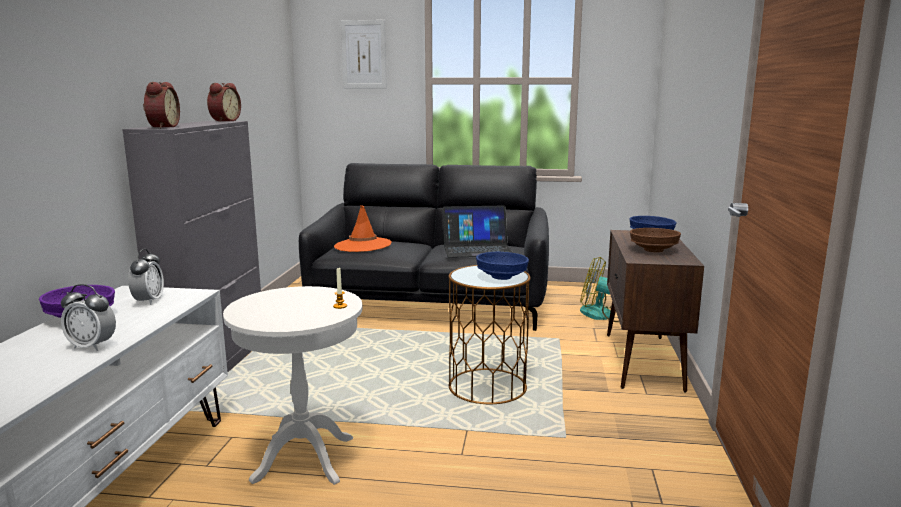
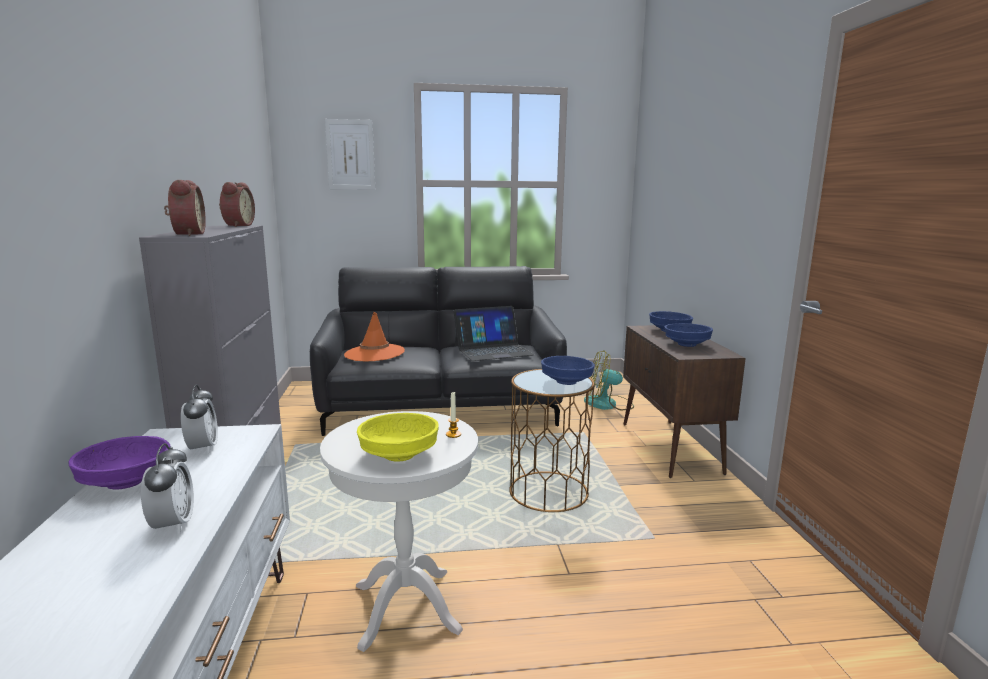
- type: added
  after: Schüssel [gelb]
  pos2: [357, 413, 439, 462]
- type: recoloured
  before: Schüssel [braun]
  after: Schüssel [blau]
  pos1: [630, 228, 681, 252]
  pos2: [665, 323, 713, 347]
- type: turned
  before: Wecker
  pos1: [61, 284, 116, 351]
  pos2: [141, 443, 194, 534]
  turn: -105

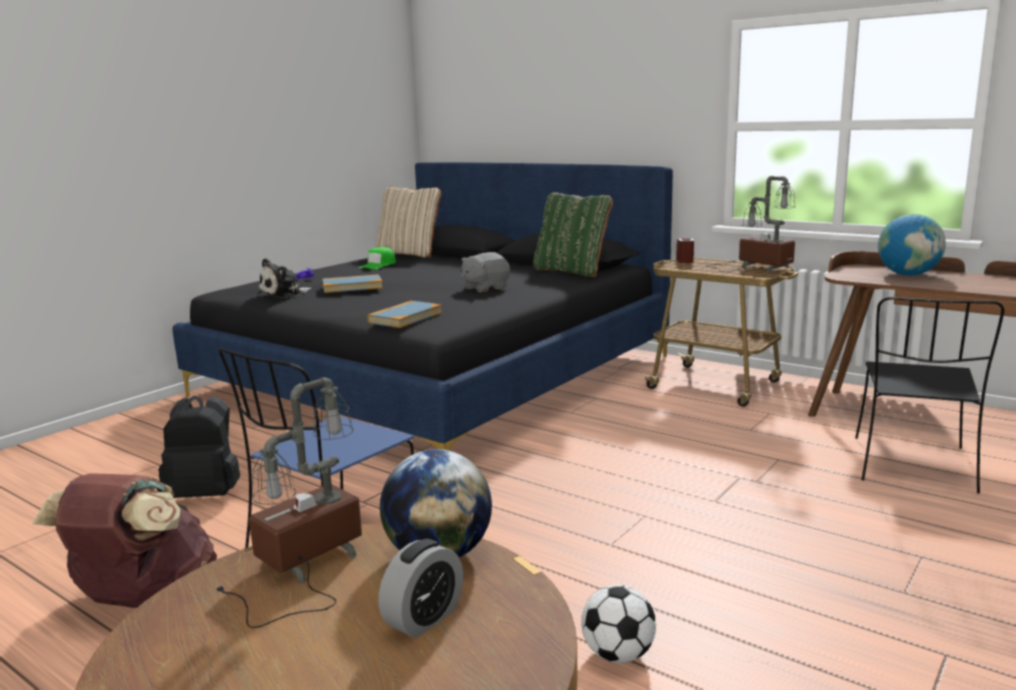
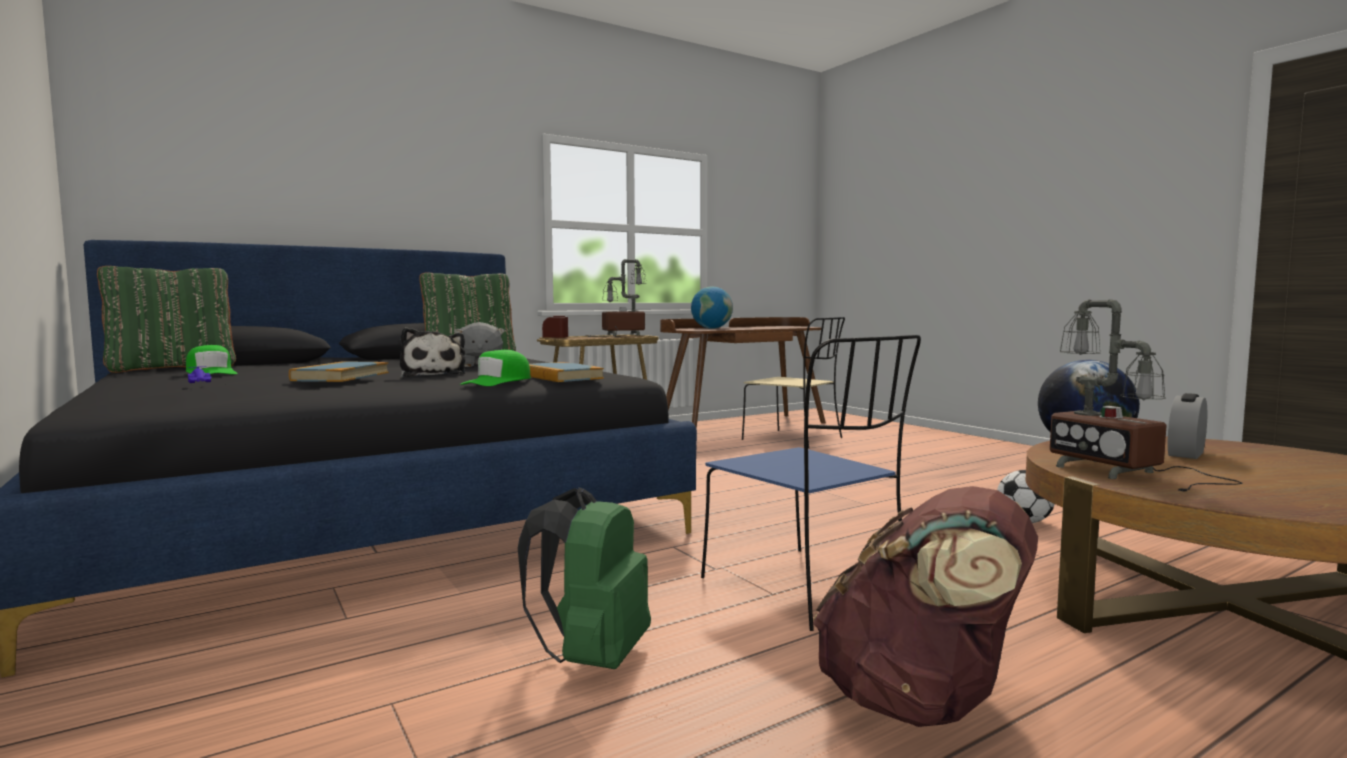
- type: added
  after: Kappe [grün]
  pos2: [460, 350, 531, 386]
- type: moved
  before: Plüschtier
  pos1: [258, 258, 311, 298]
  pos2: [400, 327, 466, 377]
- type: recoloured
  before: Rucksack [schwarz]
  after: Rucksack [grün]
  pos1: [158, 396, 240, 498]
  pos2: [518, 488, 651, 669]
- type: recoloured
  before: Kissen [beige]
  after: Kissen [grün]
  pos1: [375, 186, 441, 258]
  pos2: [97, 266, 236, 373]
- type: recoloured
  before: Stuhl [schwarz]
  after: Stuhl [beige]
  pos1: [855, 297, 1004, 493]
  pos2: [742, 317, 845, 448]
- type: turned
  before: Wecker
  pos1: [379, 539, 463, 638]
  pos2: [1168, 393, 1207, 459]
  turn: -105

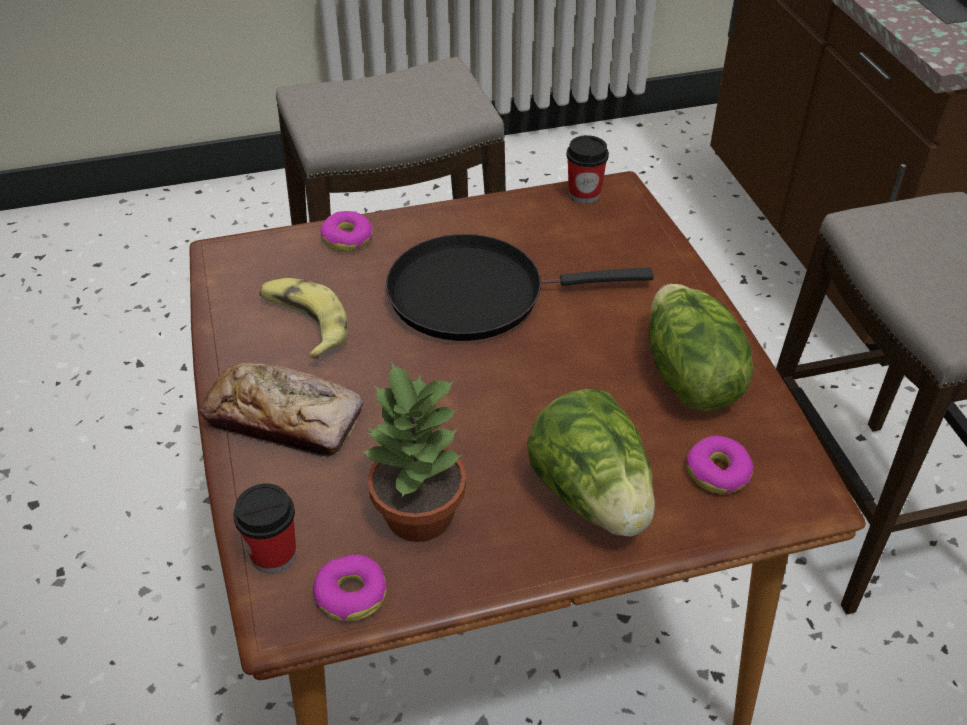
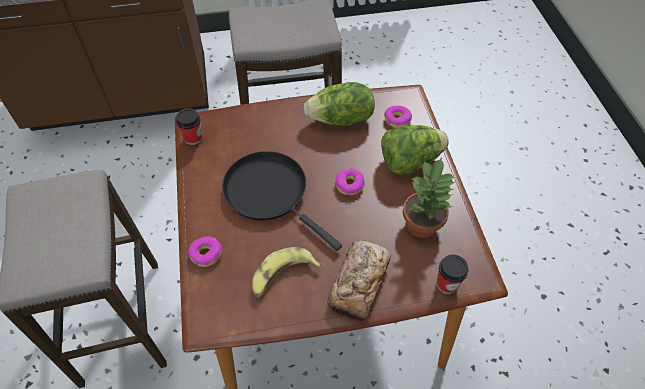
- type: moved
  before: Donut
  pos1: [313, 554, 387, 621]
  pos2: [335, 168, 365, 195]
- type: turned
  before: Pfanne [schwarz]
  pos1: [386, 234, 654, 341]
  pos2: [222, 151, 342, 251]
  turn: 135

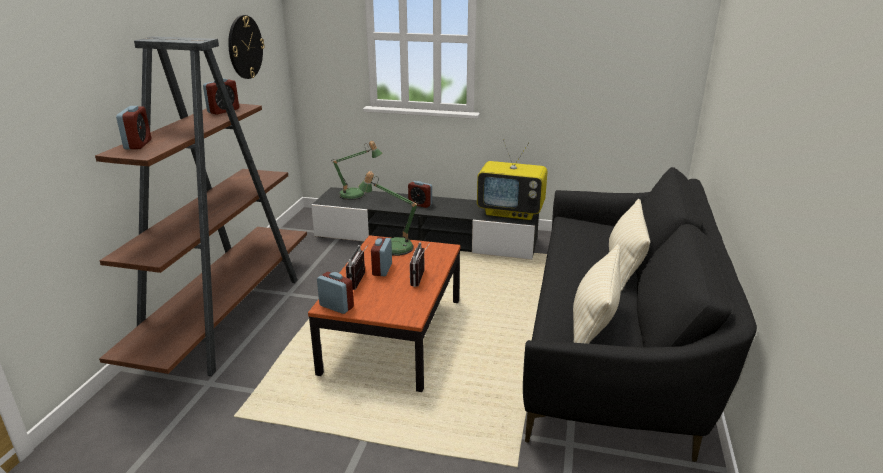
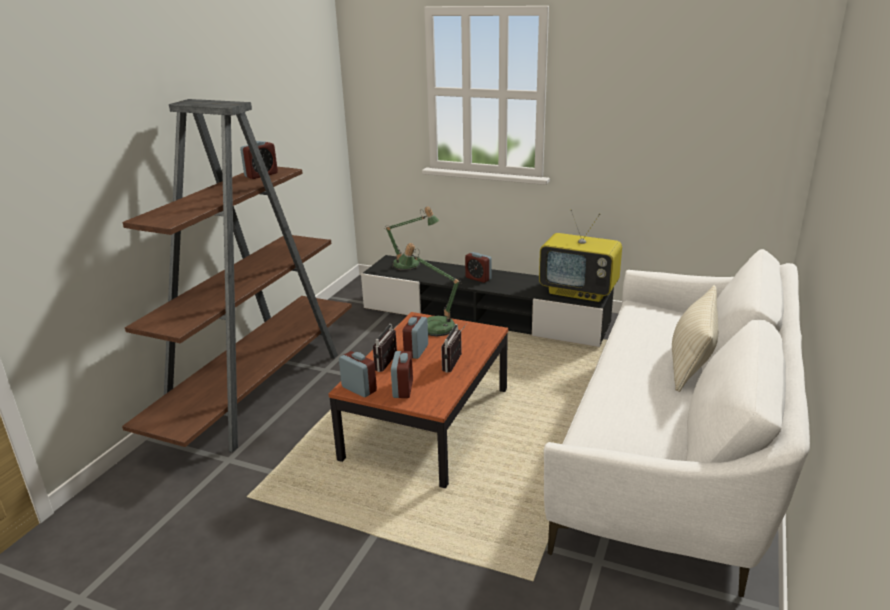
- type: removed
  before: Wanduhr
  pos1: [228, 15, 265, 79]
- type: removed
  before: Kissen [beige]
  pos1: [573, 244, 621, 344]
- type: moved
  before: Wecker
  pos1: [116, 106, 151, 149]
  pos2: [391, 351, 413, 398]
- type: recoloured
  before: Sofa [schwarz]
  after: Sofa [weiß]
  pos1: [523, 167, 757, 462]
  pos2: [544, 249, 810, 597]

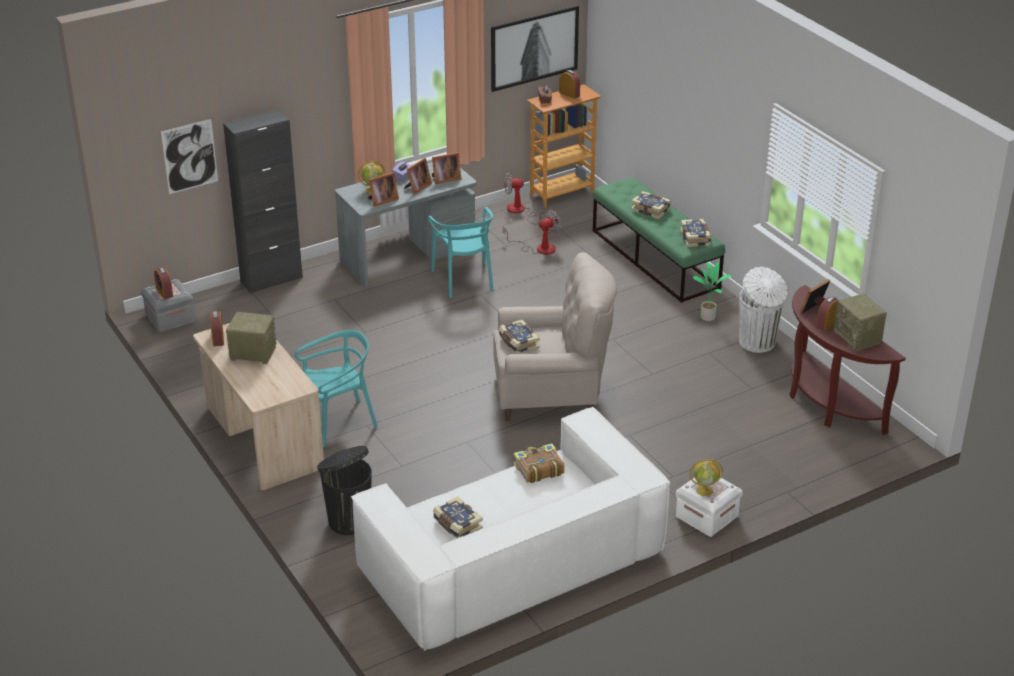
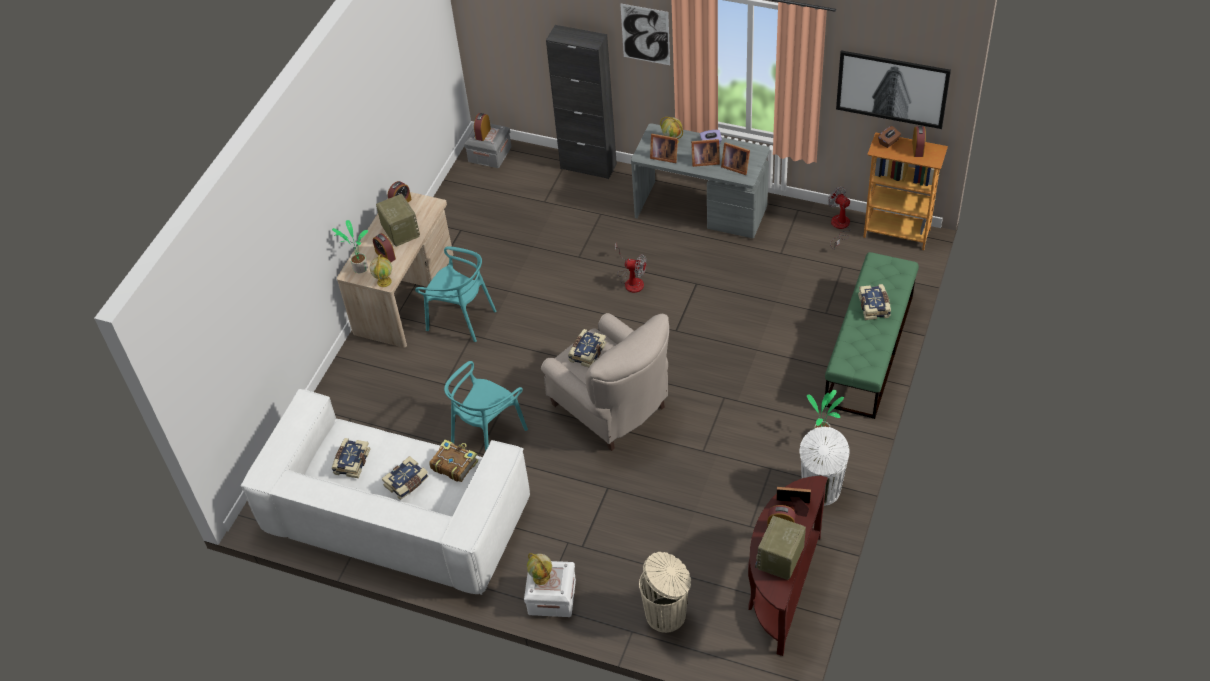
- type: removed
  before: Mülleimer [schwarz]
  pos1: [317, 446, 372, 535]
- type: added
  after: Topfpflanze
  pos2: [332, 220, 368, 273]
- type: added
  after: Globus
  pos2: [370, 254, 392, 287]
- type: added
  after: Wecker
  pos2: [373, 233, 396, 262]
- type: added
  after: Mülleimer [beige]
  pos2: [639, 552, 691, 633]
- type: moved
  before: Bild
  pos1: [161, 119, 218, 194]
  pos2: [620, 3, 670, 65]
- type: moved
  before: Stuhl [türkis]
  pos1: [428, 207, 494, 298]
  pos2: [444, 361, 528, 452]
- type: moved
  before: Ventilator
  pos1: [503, 210, 561, 255]
  pos2: [615, 244, 647, 293]
- type: moved
  before: Buch
  pos1: [680, 219, 711, 247]
  pos2: [382, 456, 429, 500]

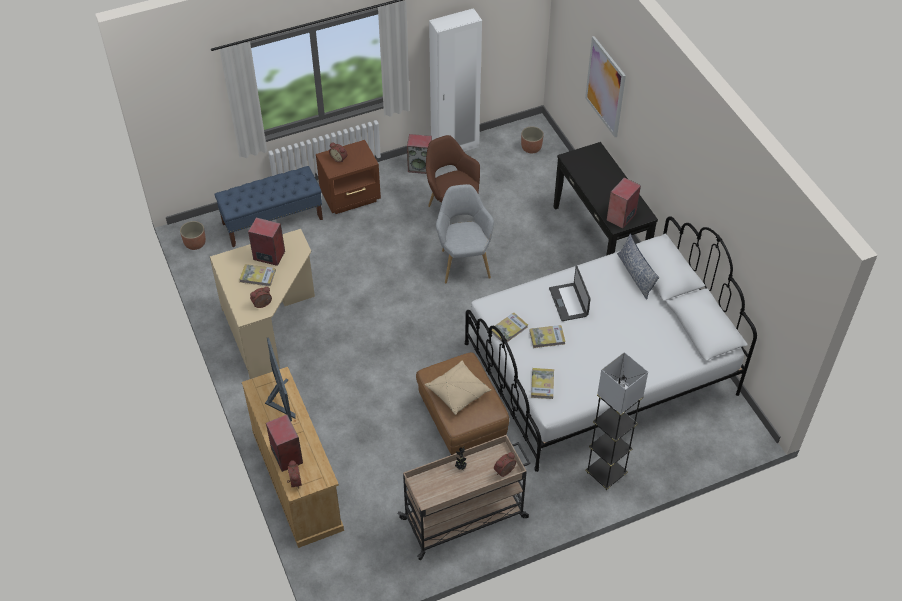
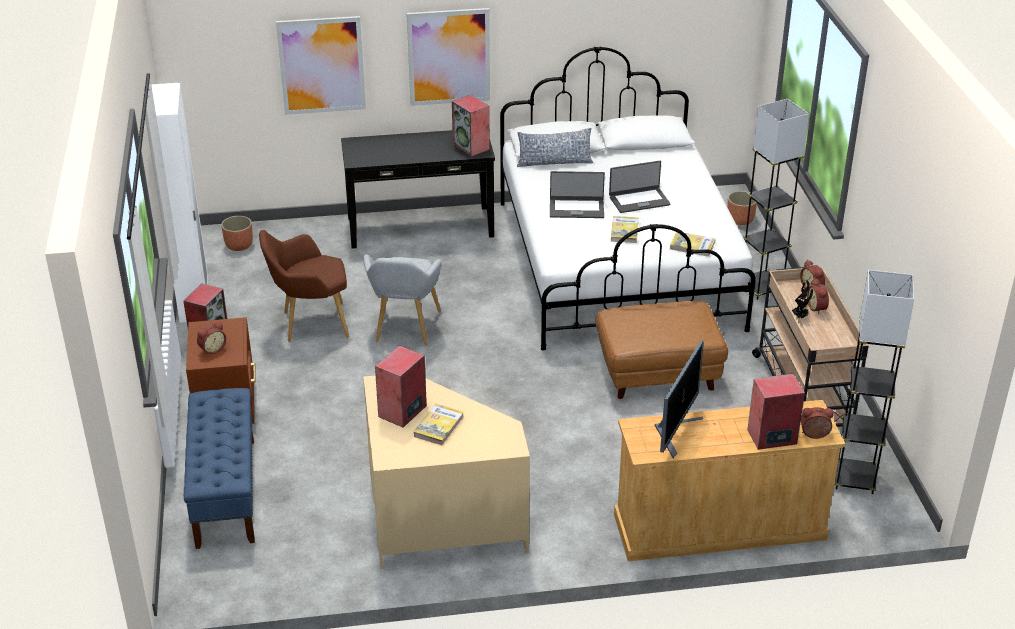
- type: removed
  before: Kissen [beige]
  pos1: [425, 360, 491, 415]
- type: removed
  before: Buch
  pos1: [492, 312, 528, 343]
- type: added
  after: Bild
  pos2: [407, 8, 490, 106]
- type: added
  after: Laptop
  pos2: [609, 161, 671, 213]
- type: added
  after: Stehlampe [grau]
  pos2: [834, 270, 914, 494]
- type: moved
  before: Pflanzkübel
  pos1: [180, 221, 206, 250]
  pos2: [727, 191, 757, 225]
- type: moved
  before: Wecker
  pos1: [250, 287, 272, 308]
  pos2: [807, 278, 829, 314]
- type: turned
  before: Monitor
  pos1: [265, 337, 295, 421]
  pos2: [655, 340, 704, 458]
  turn: 120
- type: turned
  before: Sessel [grau]
  pos1: [436, 184, 494, 284]
  pos2: [363, 254, 442, 346]
  turn: -90

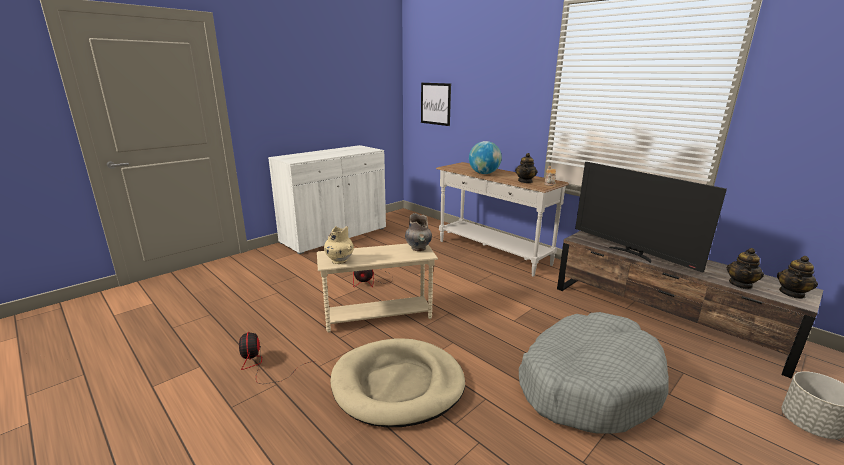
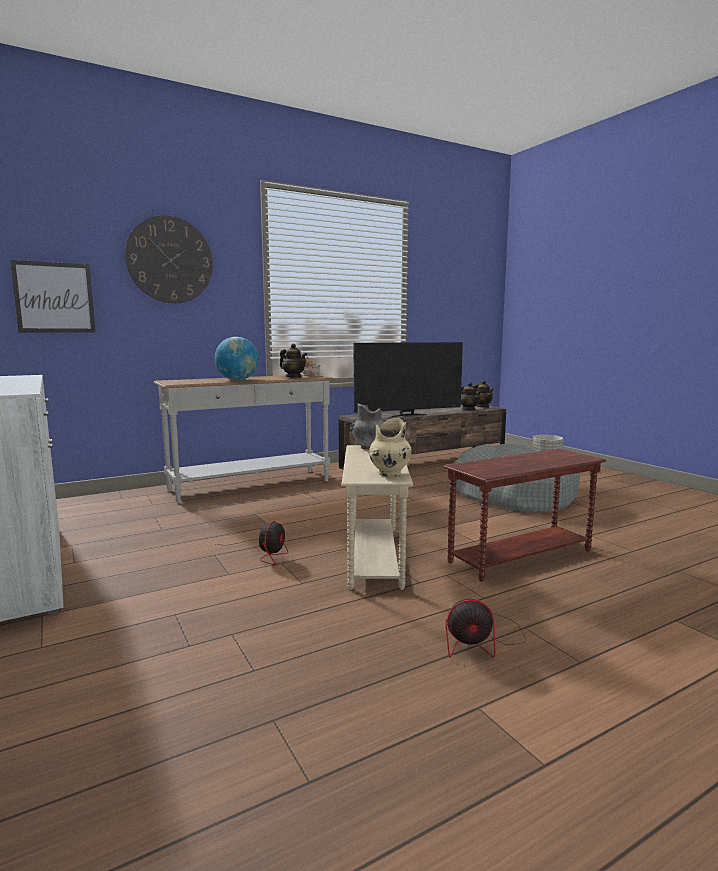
- type: added
  after: Wanduhr
  pos2: [125, 215, 213, 303]
- type: replaced
  before: Hundebett [beige]
  after: Beistelltisch [braun]
  pos1: [331, 338, 465, 427]
  pos2: [443, 449, 606, 582]

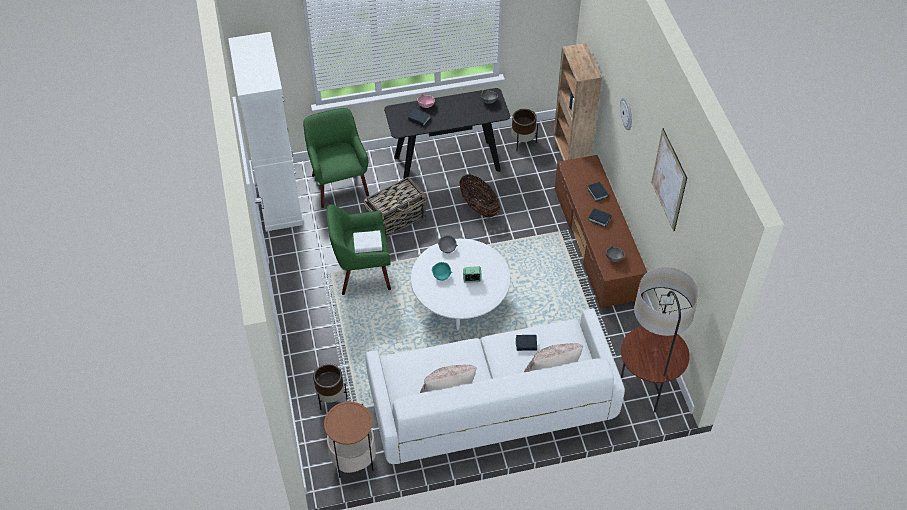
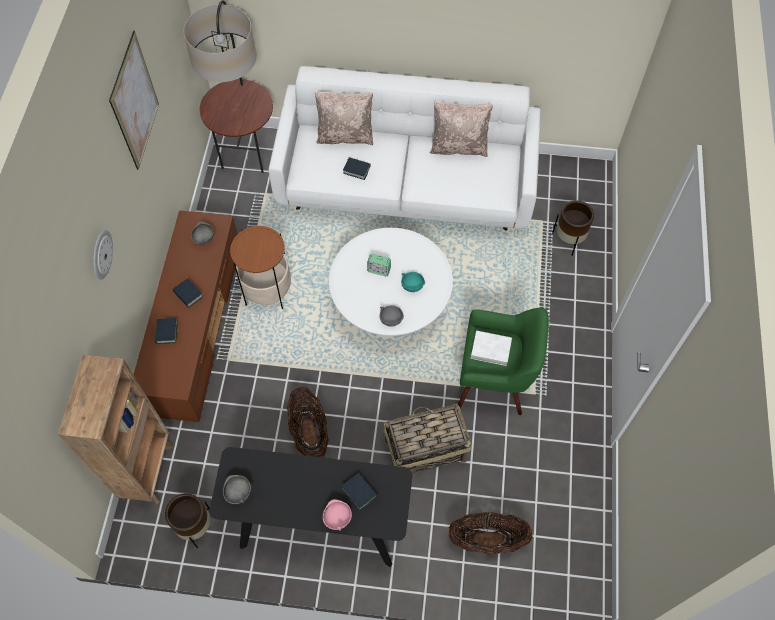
- type: removed
  before: Schrank [weiß]
  pos1: [228, 32, 303, 231]
- type: moved
  before: Beistelltisch
  pos1: [324, 402, 376, 478]
  pos2: [230, 226, 291, 309]
- type: replaced
  before: Sessel [grün]
  after: Korb
  pos1: [303, 108, 369, 208]
  pos2: [448, 512, 533, 555]

